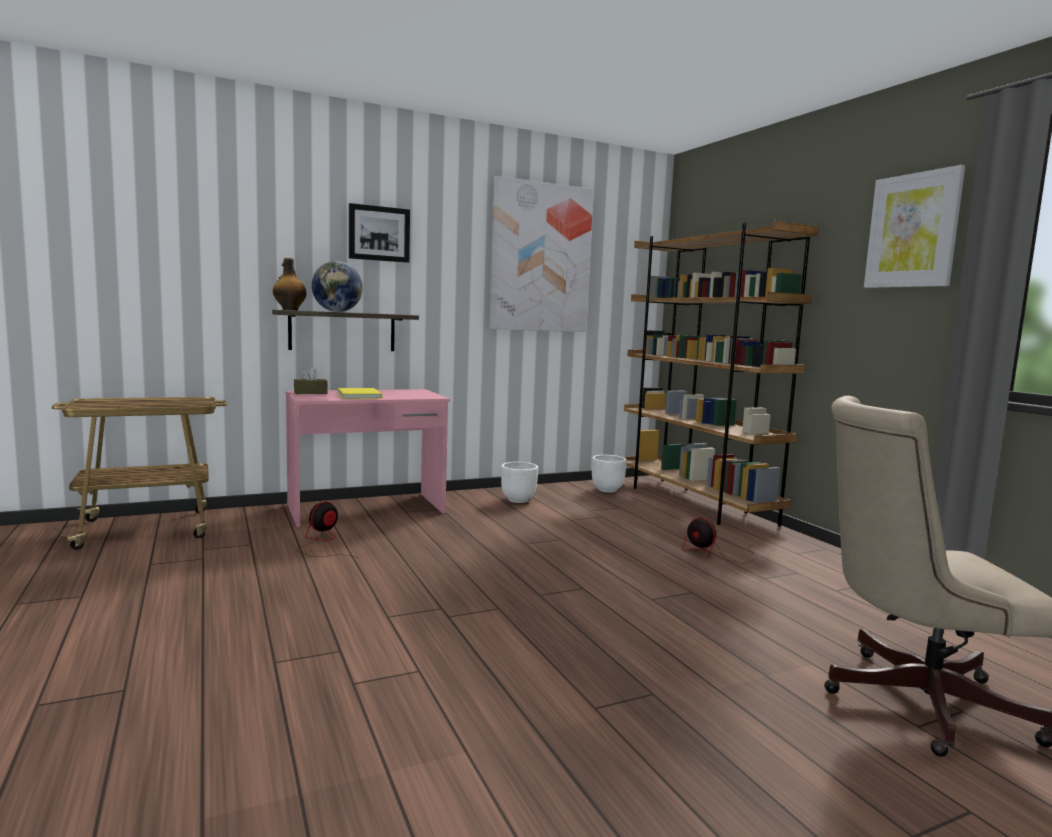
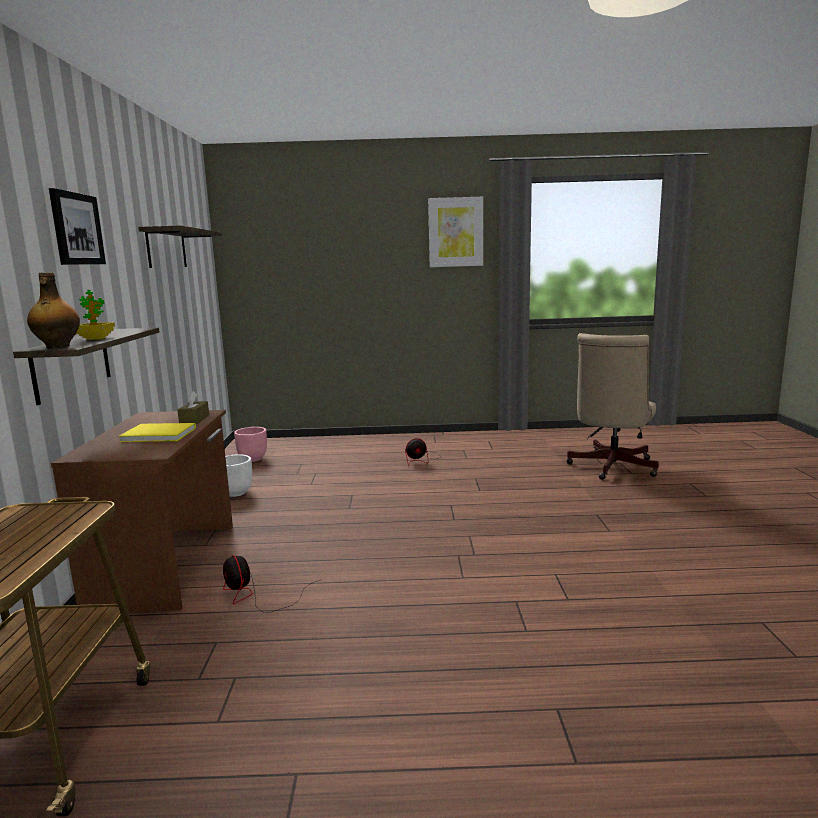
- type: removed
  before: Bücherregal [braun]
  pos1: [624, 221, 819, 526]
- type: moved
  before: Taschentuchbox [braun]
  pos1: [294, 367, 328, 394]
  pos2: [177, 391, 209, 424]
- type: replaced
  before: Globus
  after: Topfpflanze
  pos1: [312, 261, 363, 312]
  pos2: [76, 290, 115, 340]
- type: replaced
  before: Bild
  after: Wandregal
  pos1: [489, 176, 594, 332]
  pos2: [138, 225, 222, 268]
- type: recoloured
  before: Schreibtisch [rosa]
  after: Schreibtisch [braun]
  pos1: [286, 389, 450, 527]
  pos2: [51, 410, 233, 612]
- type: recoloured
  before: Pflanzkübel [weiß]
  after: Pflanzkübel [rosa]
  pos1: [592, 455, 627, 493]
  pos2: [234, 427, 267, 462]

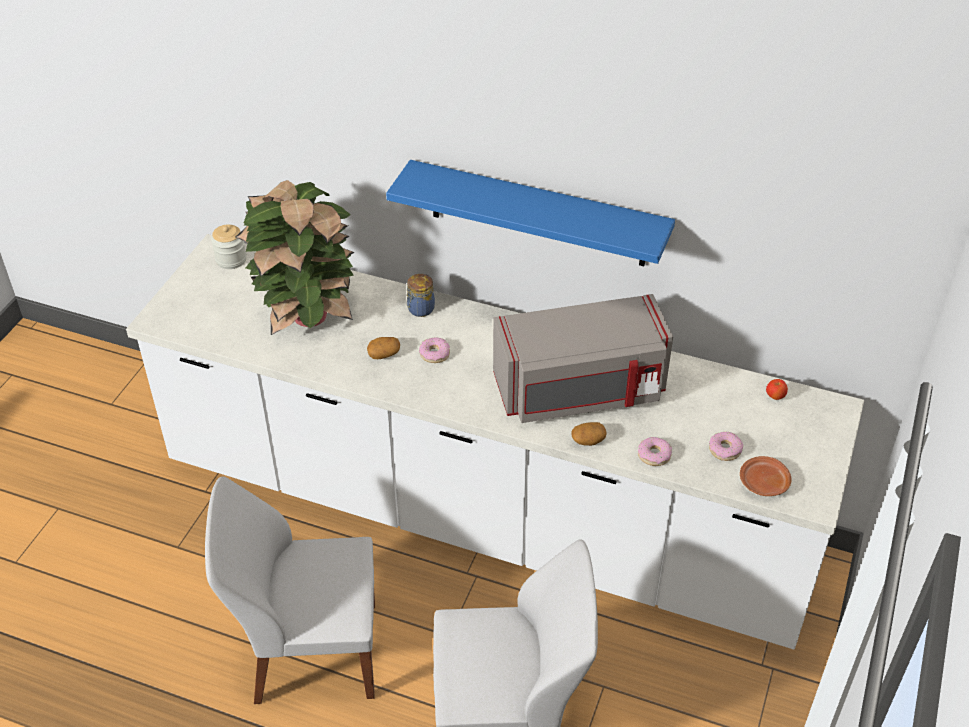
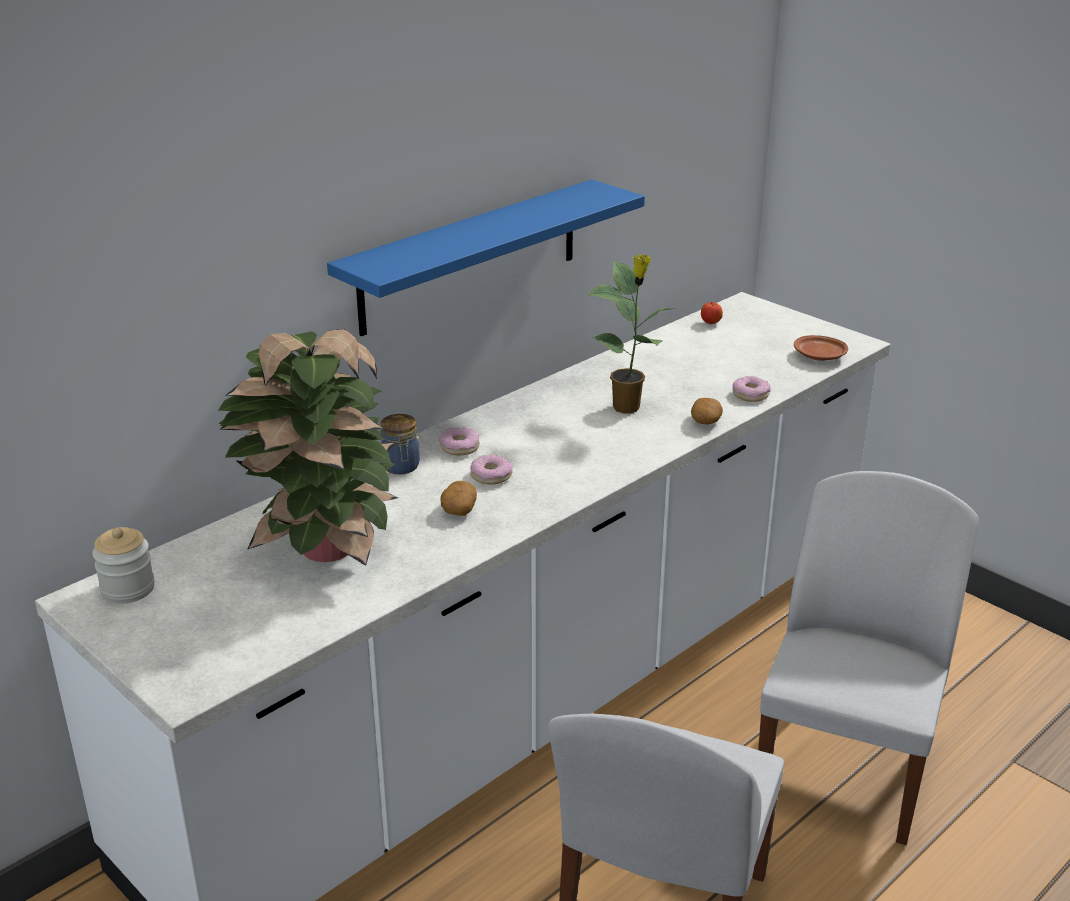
- type: moved
  before: Donut
  pos1: [709, 432, 743, 461]
  pos2: [439, 427, 480, 455]
- type: replaced
  before: Mikrowelle [grau]
  after: Topfpflanze
  pos1: [493, 294, 673, 423]
  pos2: [587, 254, 677, 413]

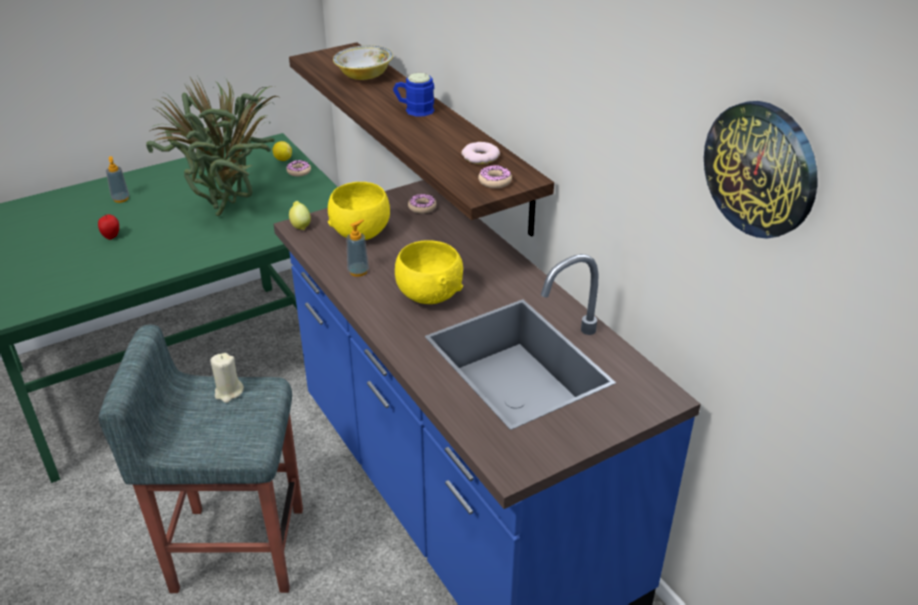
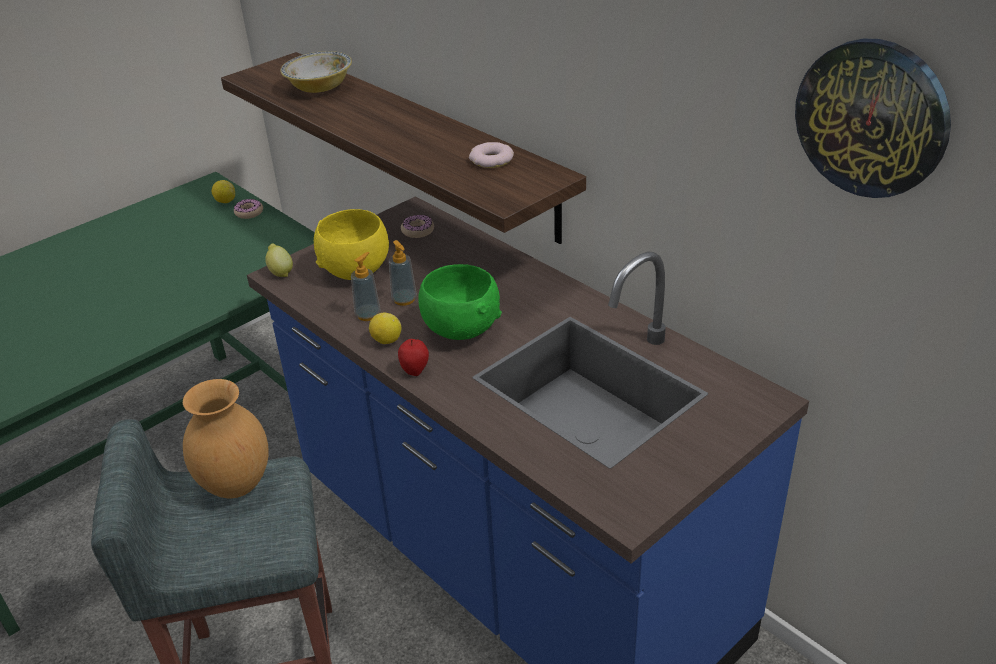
- type: removed
  before: Topfpflanze
  pos1: [146, 77, 278, 216]
- type: removed
  before: Henkelbecher [blau]
  pos1: [393, 73, 435, 116]
- type: removed
  before: Donut
  pos1: [478, 165, 512, 188]
- type: added
  after: Zitrone
  pos2: [369, 313, 401, 344]
- type: moved
  before: Apfel
  pos1: [98, 214, 119, 240]
  pos2: [398, 339, 429, 376]
- type: moved
  before: Seifenspender
  pos1: [106, 156, 129, 203]
  pos2: [389, 240, 417, 306]
- type: replaced
  before: Kerze [beige]
  after: Vase [braun]
  pos1: [210, 353, 244, 403]
  pos2: [183, 379, 269, 498]
- type: recoloured
  before: Schüssel [gelb]
  after: Schüssel [grün]
  pos1: [395, 240, 463, 304]
  pos2: [419, 264, 502, 340]

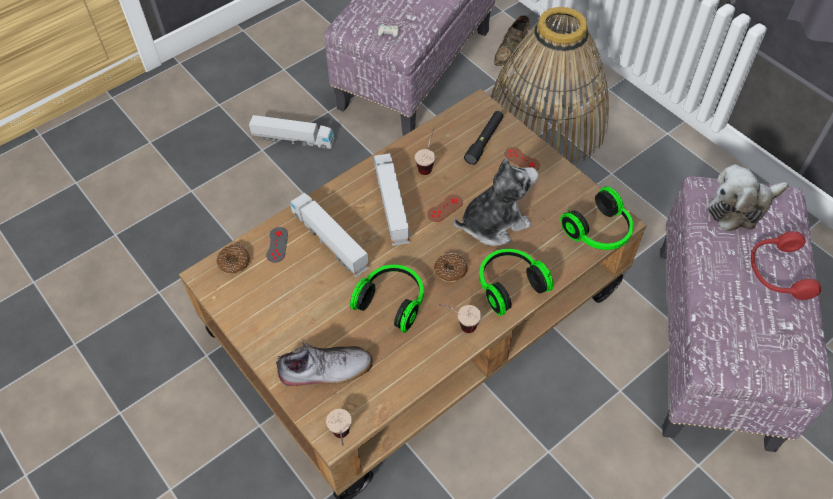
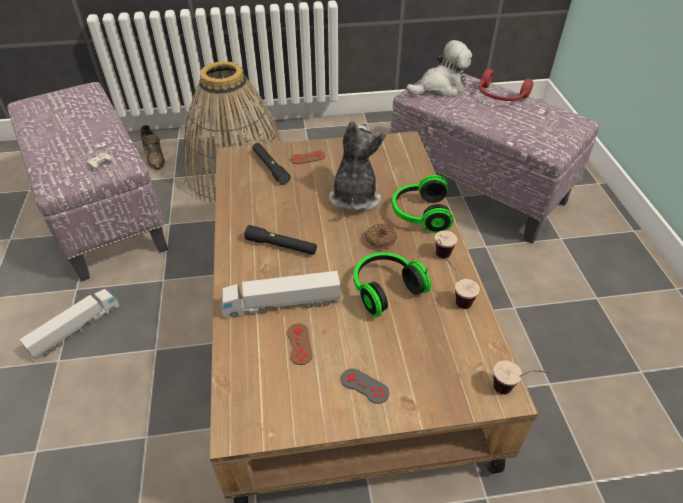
- type: removed
  before: Donut
  pos1: [216, 245, 250, 274]
- type: removed
  before: Schuh
  pos1: [276, 339, 373, 387]
- type: removed
  before: Kopfhörer
  pos1: [560, 186, 634, 250]
- type: moved
  before: Gamepad [grau]
  pos1: [266, 227, 288, 263]
  pos2: [341, 368, 390, 404]
- type: moved
  before: Tasse
  pos1: [415, 128, 435, 175]
  pos2: [446, 258, 480, 309]
- type: moved
  before: Gamepad [braun]
  pos1: [427, 194, 463, 222]
  pos2: [287, 323, 312, 365]
- type: replaced
  before: Spielzeuglaster
  after: Taschenlampe [schwarz]
  pos1: [374, 153, 410, 246]
  pos2: [244, 225, 317, 255]
- type: turned
  before: Plüschtier
  pos1: [707, 164, 789, 231]
  pos2: [406, 40, 472, 97]
  turn: -120

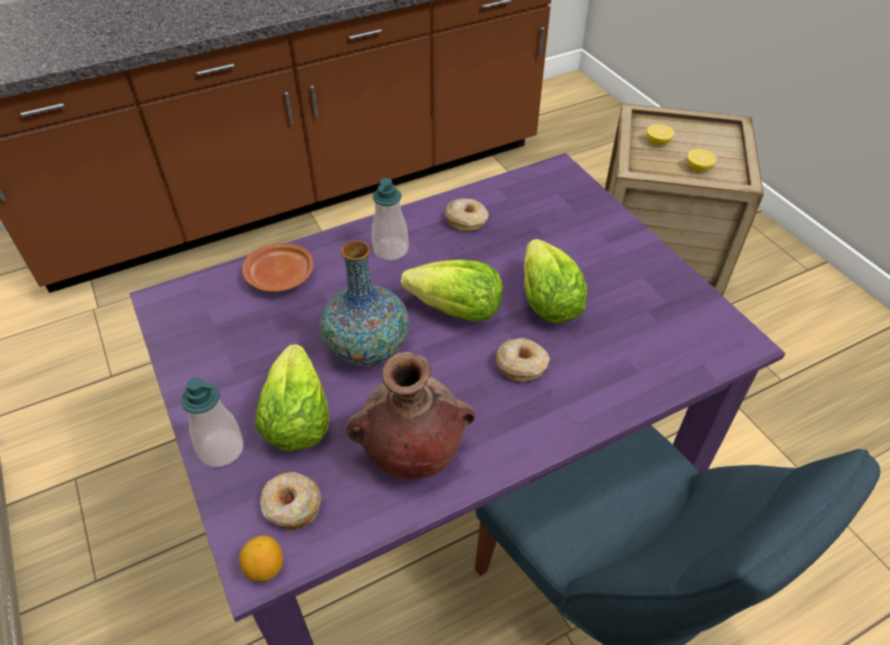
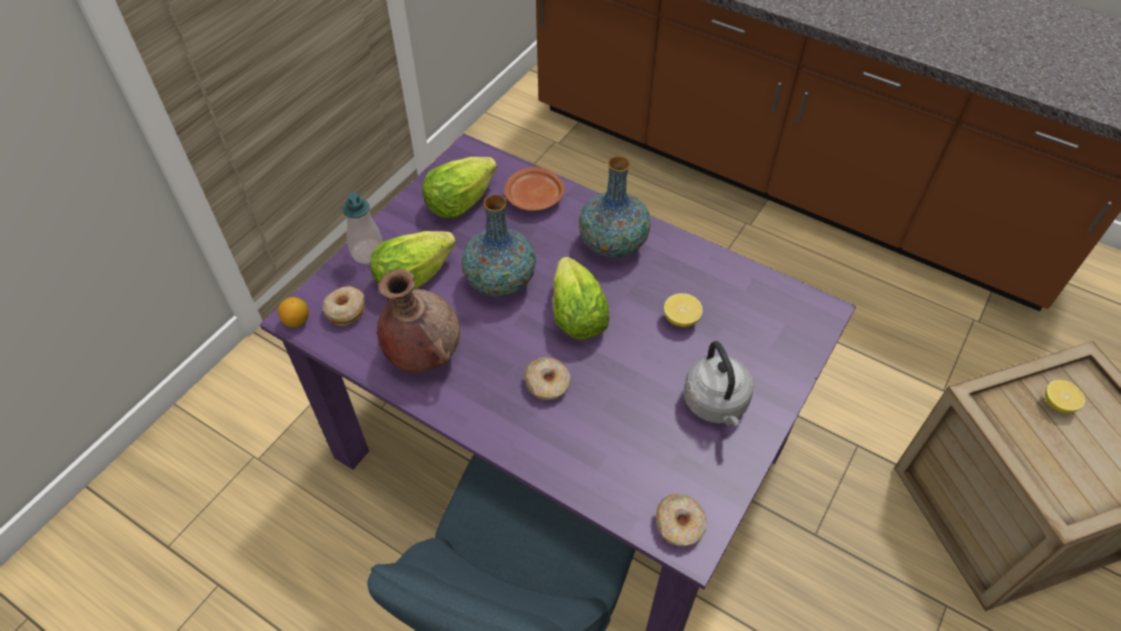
- type: added
  after: Wasserkessel [grau]
  pos2: [684, 341, 753, 426]
- type: moved
  before: Donut
  pos1: [445, 198, 489, 231]
  pos2: [656, 494, 707, 546]
- type: moved
  before: Salatkopf
  pos1: [524, 239, 587, 324]
  pos2: [422, 157, 497, 218]
- type: moved
  before: Zitrone
  pos1: [687, 149, 717, 172]
  pos2: [664, 293, 703, 327]
- type: replaced
  before: Seifenspender
  after: Vase
  pos1: [372, 178, 409, 261]
  pos2: [579, 156, 651, 257]

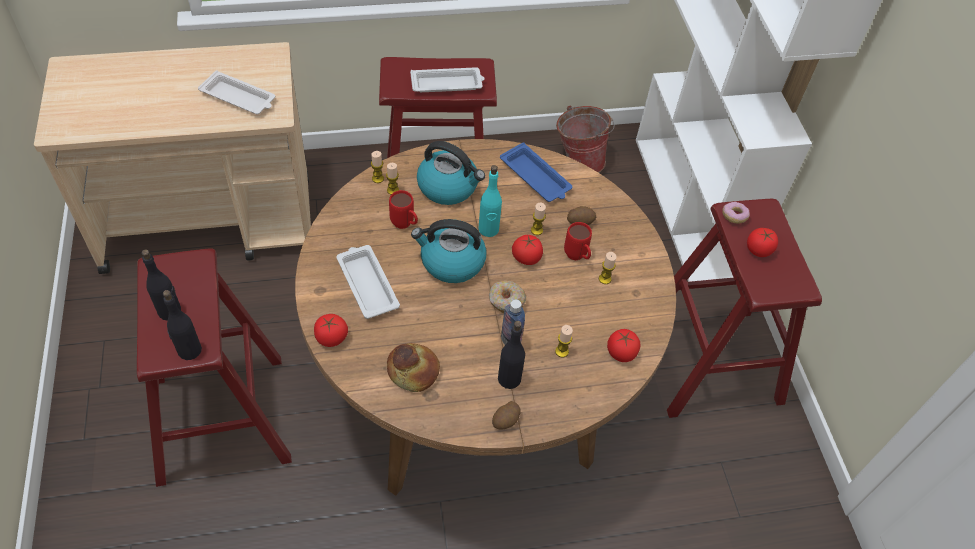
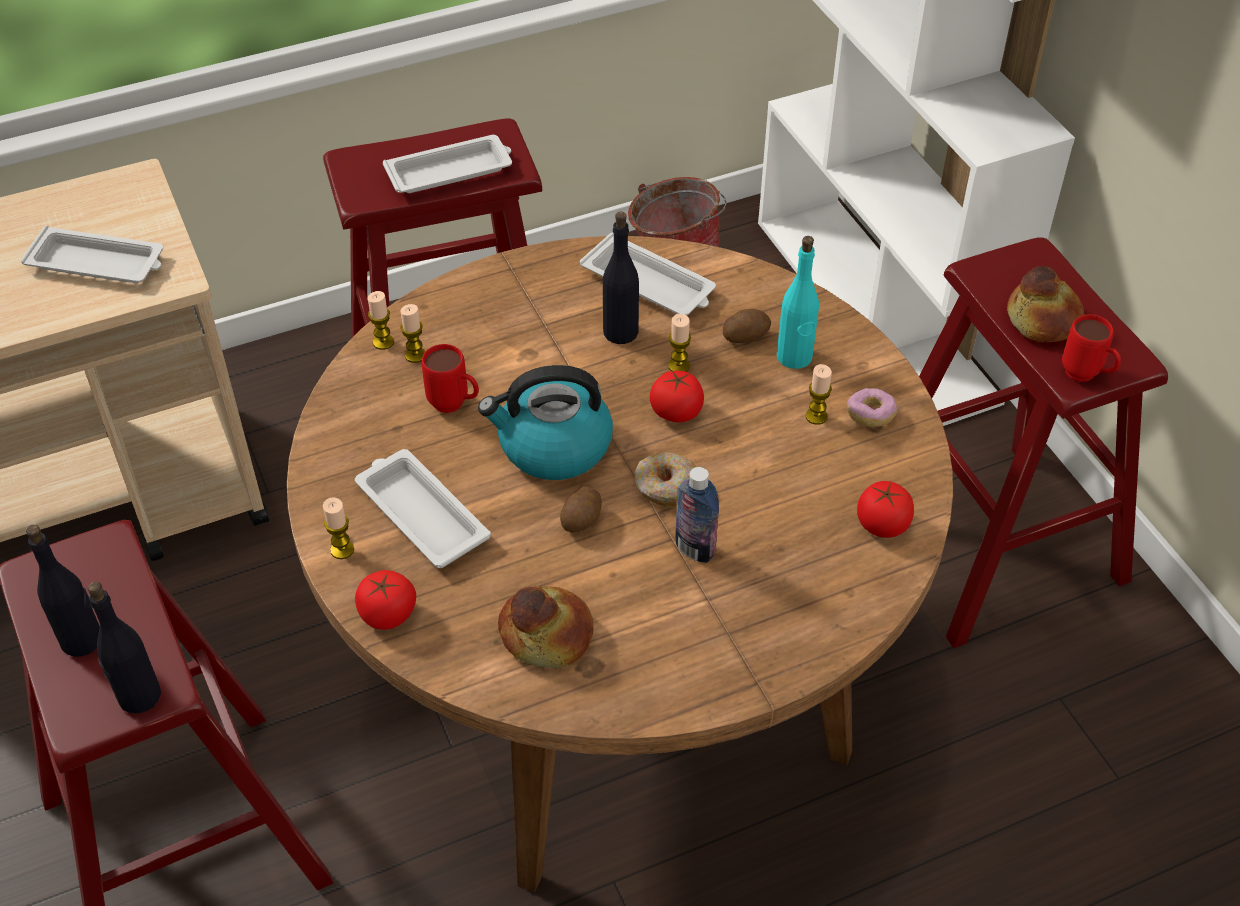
- type: removed
  before: Wasserkessel
  pos1: [417, 141, 485, 205]
- type: moved
  before: Flasche [türkis]
  pos1: [478, 165, 502, 237]
  pos2: [777, 236, 819, 369]
- type: moved
  before: Kartoffel
  pos1: [492, 401, 521, 430]
  pos2: [560, 486, 602, 533]
- type: moved
  before: Flasche [schwarz]
  pos1: [498, 321, 525, 389]
  pos2: [603, 212, 639, 344]
- type: moved
  before: Kerze
  pos1: [555, 325, 573, 357]
  pos2: [323, 497, 354, 559]
- type: moved
  before: Henkelbecher [rot]
  pos1: [564, 222, 592, 260]
  pos2: [1062, 314, 1121, 382]
- type: moved
  before: Donut
  pos1: [722, 202, 750, 224]
  pos2: [847, 388, 897, 427]
- type: replaced
  before: Tomate
  after: Brot
  pos1: [747, 228, 778, 257]
  pos2: [1007, 266, 1084, 342]
- type: recoloured
  before: Tablett [blau]
  after: Tablett [weiß]
  pos1: [500, 142, 572, 202]
  pos2: [580, 233, 716, 316]

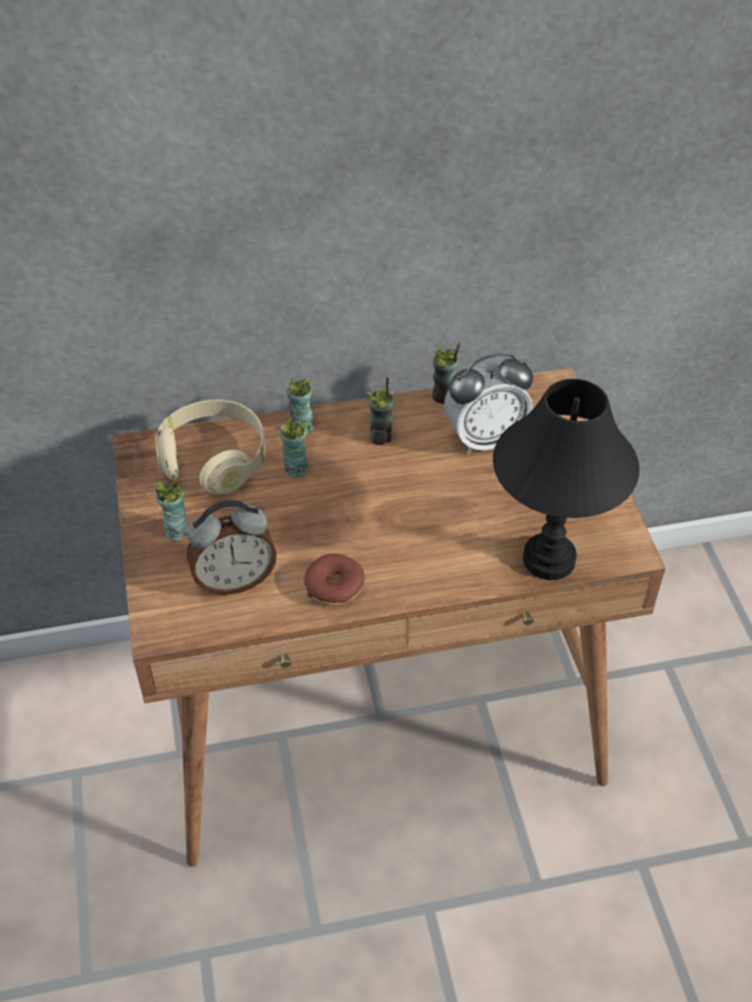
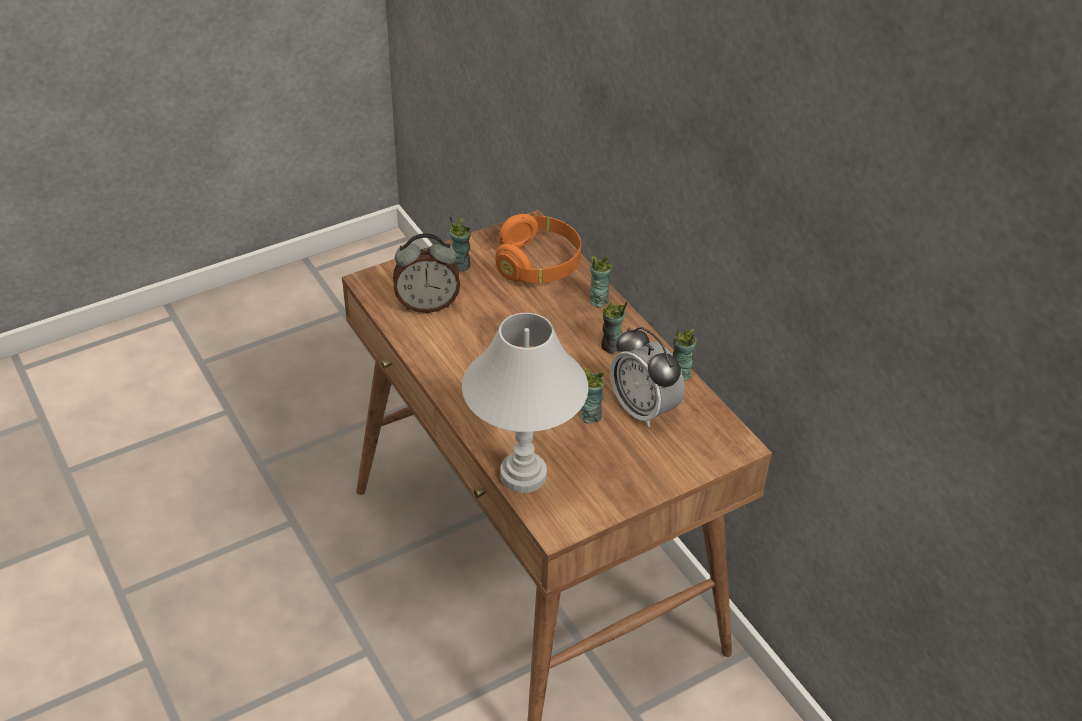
- type: removed
  before: Donut
  pos1: [304, 553, 365, 606]
- type: moved
  before: Tasse
  pos1: [280, 417, 308, 478]
  pos2: [580, 367, 605, 424]
- type: recoloured
  before: Kopfhörer [beige]
  after: Kopfhörer [orange]
  pos1: [155, 400, 265, 494]
  pos2: [495, 214, 581, 283]
- type: recoloured
  before: Tischlampe [schwarz]
  after: Tischlampe [weiß]
  pos1: [493, 379, 640, 580]
  pos2: [462, 313, 588, 493]
- type: turned
  before: Wecker
  pos1: [187, 500, 277, 595]
  pos2: [393, 233, 460, 313]
  turn: -60

